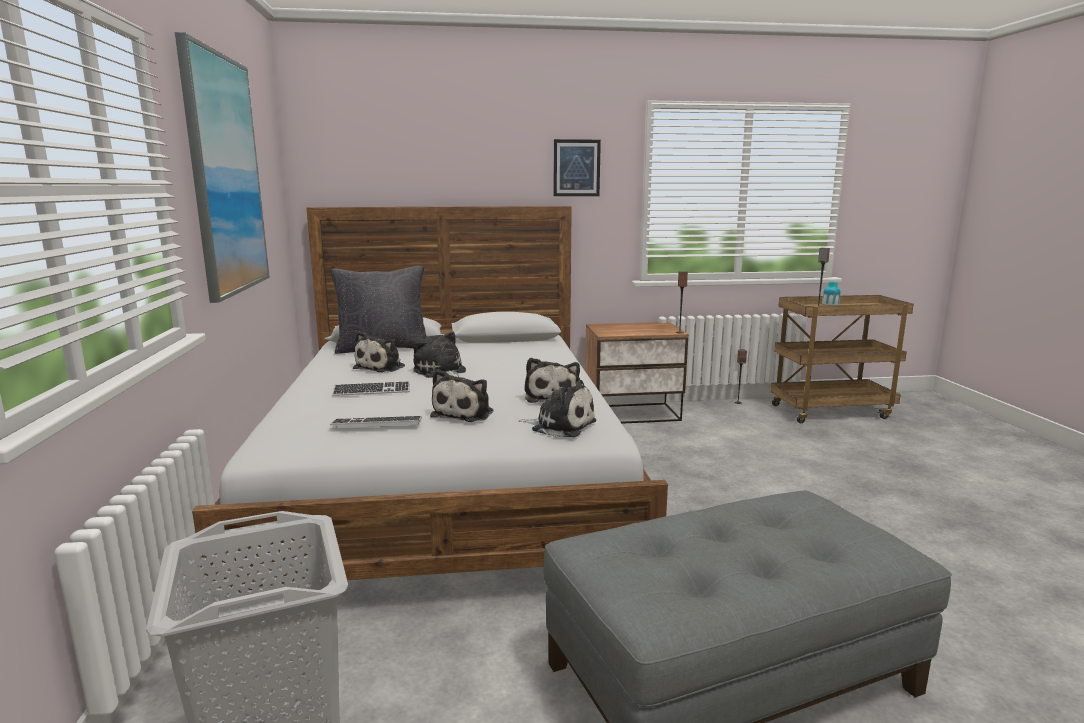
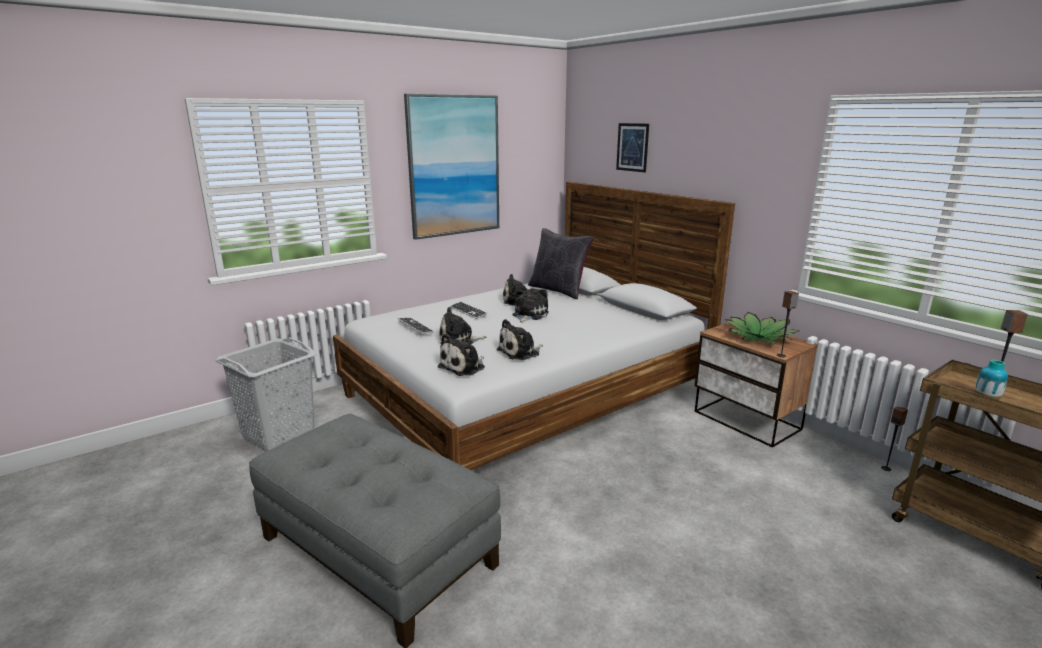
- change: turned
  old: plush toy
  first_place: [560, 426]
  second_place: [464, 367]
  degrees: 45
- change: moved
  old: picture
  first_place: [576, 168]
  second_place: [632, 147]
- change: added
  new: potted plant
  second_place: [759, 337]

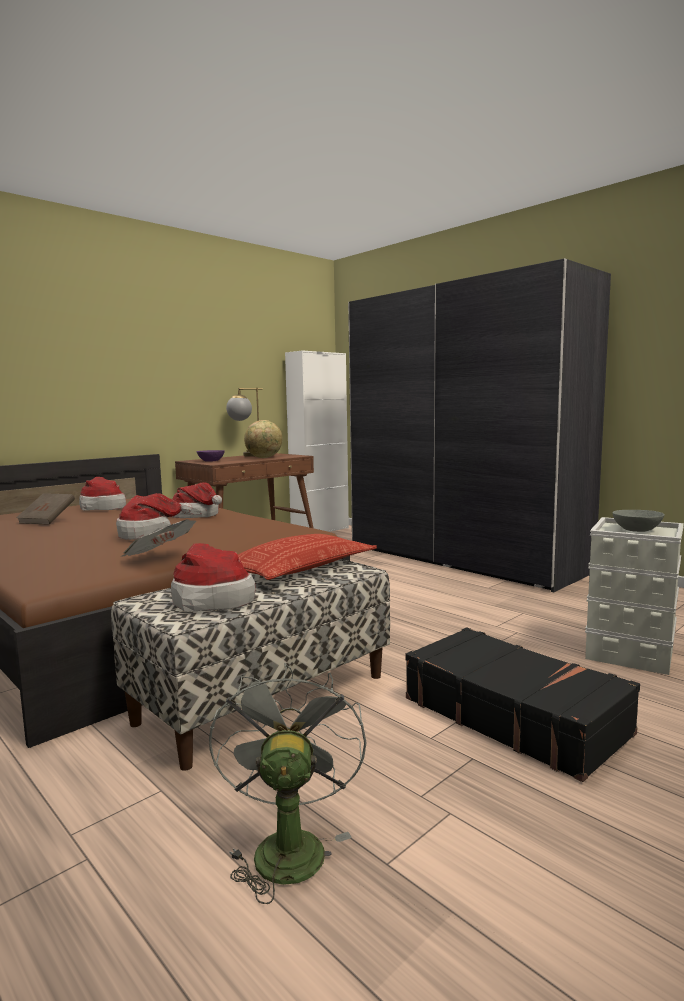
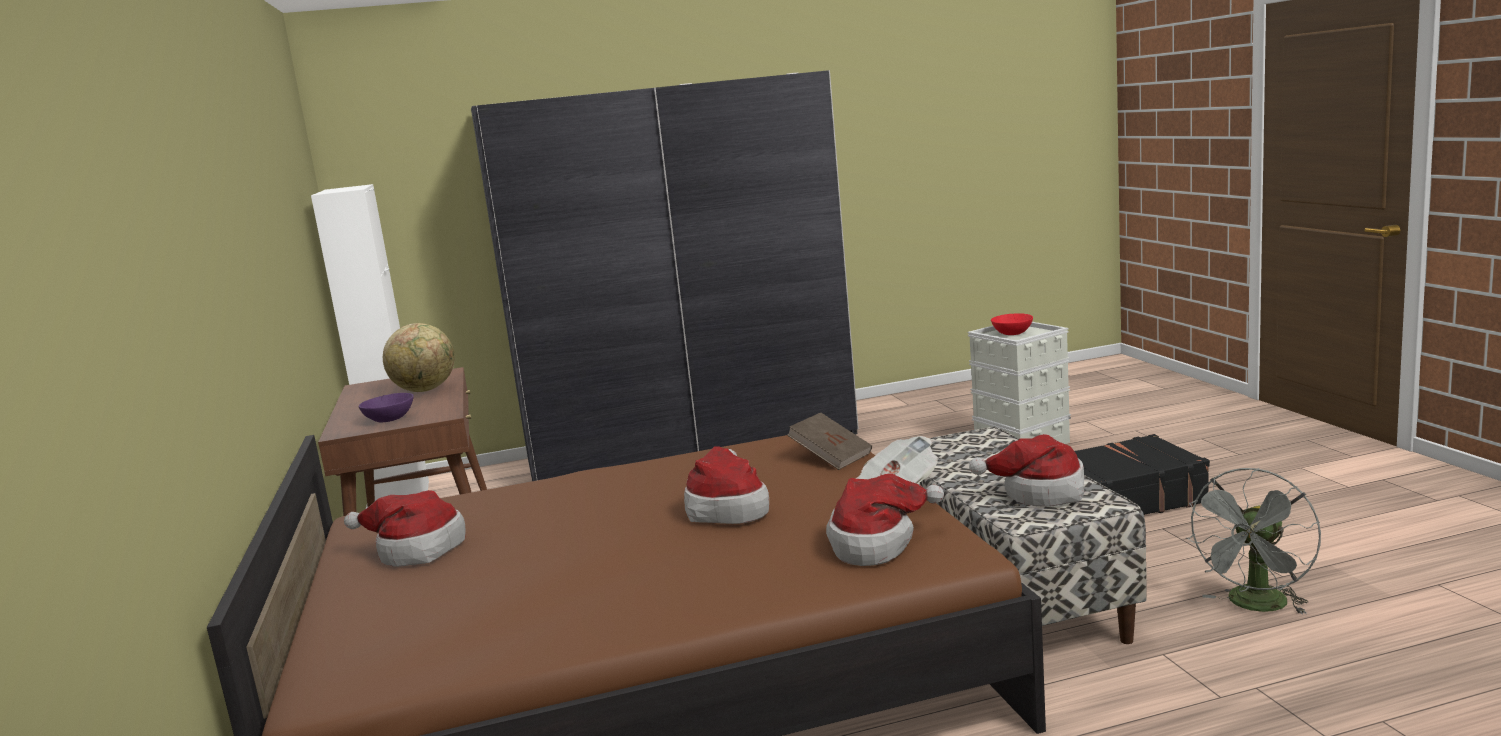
- change: moved
  old: brown book
  first_place: [47, 520]
  second_place: [831, 457]
- change: moved
  old: hat
  first_place: [197, 515]
  second_place: [877, 544]
- change: turned
  old: grey fan
  first_place: [287, 845]
  second_place: [1255, 606]
  degrees: -75
- change: removed
  old: table lamp
  first_place: [246, 456]
- change: removed
  old: pillow
  first_place: [299, 567]
- change: recoloured
  old: grey bowl
  new: red bowl
  first_place: [637, 530]
  second_place: [1013, 333]

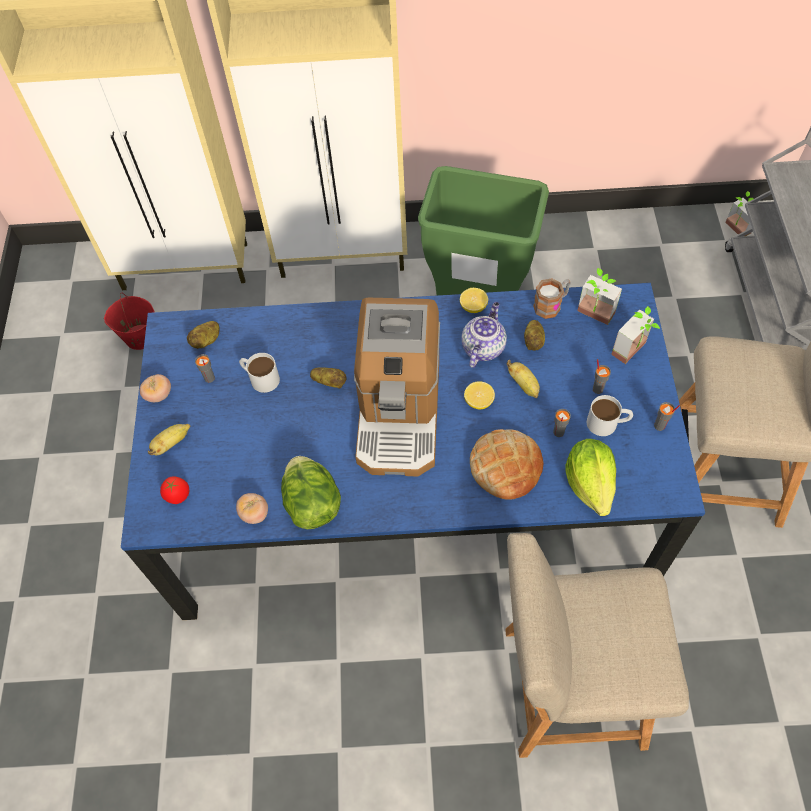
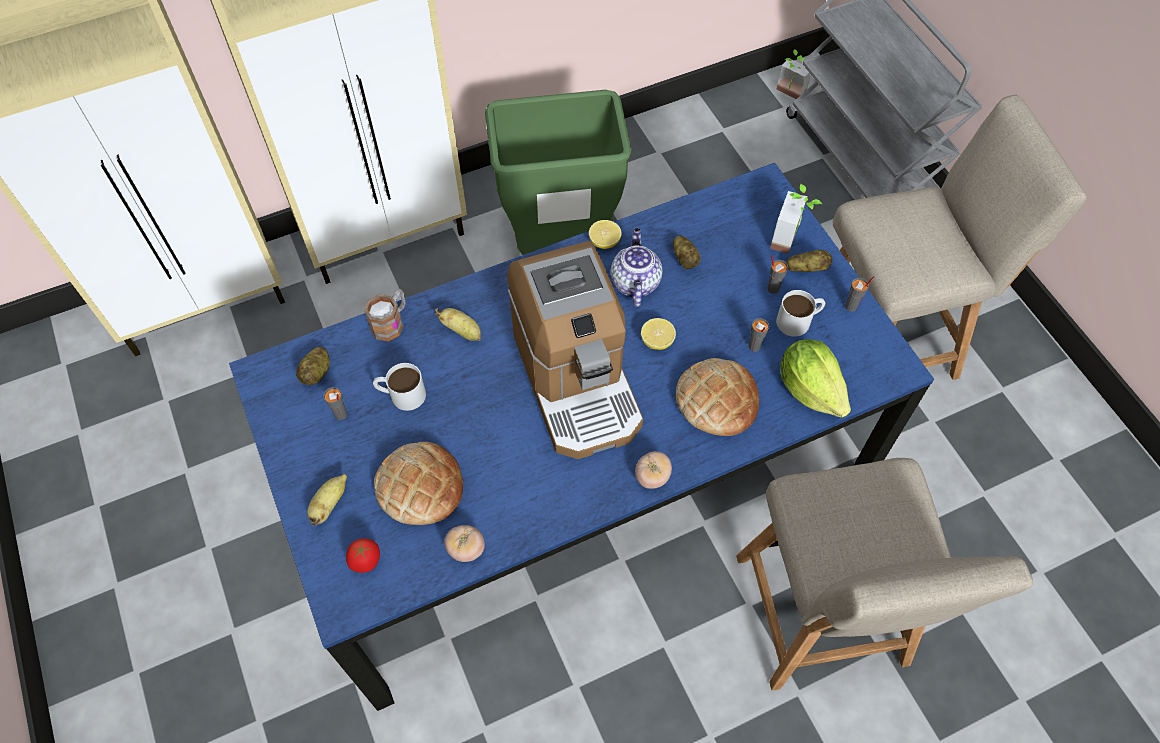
- change: removed
  old: red bucket
  first_place: [140, 337]
- change: moved
  old: tomato
  first_place: [158, 395]
  second_place: [652, 477]
- change: removed
  old: lettuce
  first_place: [312, 504]
- change: moved
  old: potato
  first_place: [329, 382]
  second_place: [806, 268]
- change: turned
  old: beige chair
  first_place: [565, 687]
  second_place: [823, 619]
  degrees: -75
- change: moved
  old: banana
  first_place: [524, 385]
  second_place: [462, 331]
- change: moved
  old: mug
  first_place: [551, 305]
  second_place: [391, 322]
- change: removed
  old: potted plant
  first_place: [592, 317]
- change: added
  new: bread
  second_place: [420, 487]

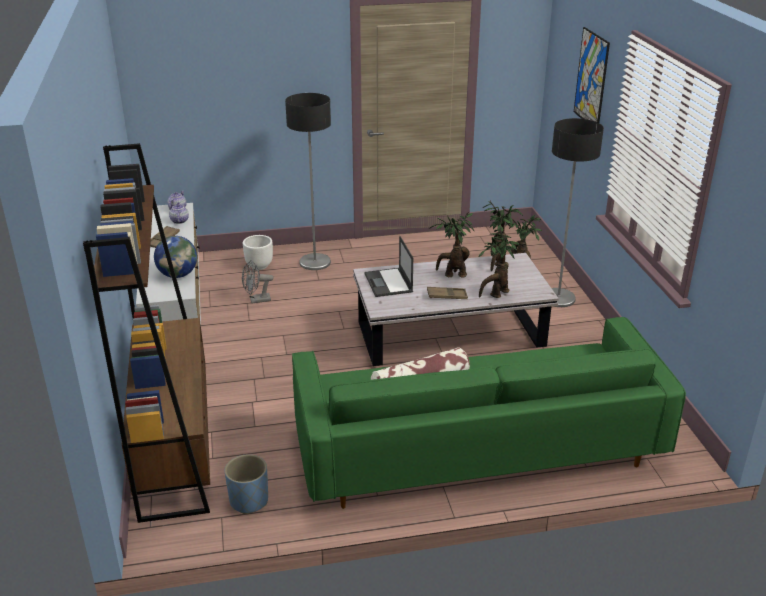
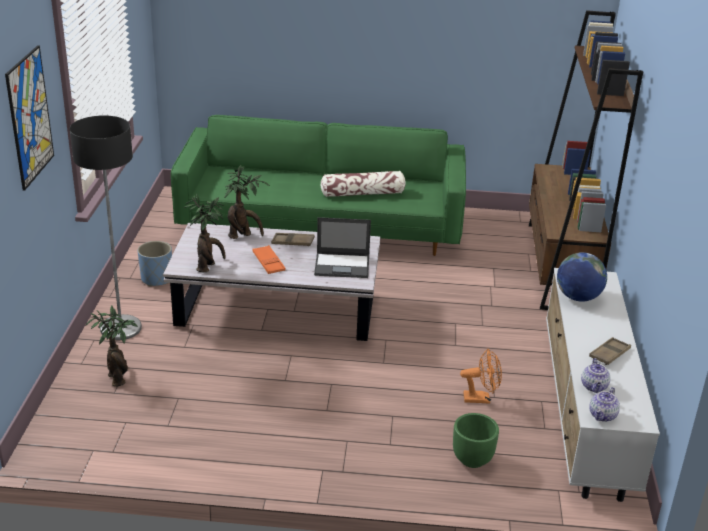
- change: moved
  old: blue planter
  first_place: [249, 500]
  second_place: [156, 279]
- change: recoloured
  old: grey fan
  new: orange fan
  first_place: [256, 300]
  second_place: [481, 398]
- change: recoloured
  old: white planter
  new: green planter
  first_place: [259, 266]
  second_place: [472, 460]
- change: removed
  old: floor lamp
  first_place: [315, 262]
- change: turned
  old: laptop
  first_place: [388, 283]
  second_place: [343, 265]
  degrees: 90
- change: replaced
  old: potted plant
  new: orange tray
  first_place: [452, 274]
  second_place: [268, 262]

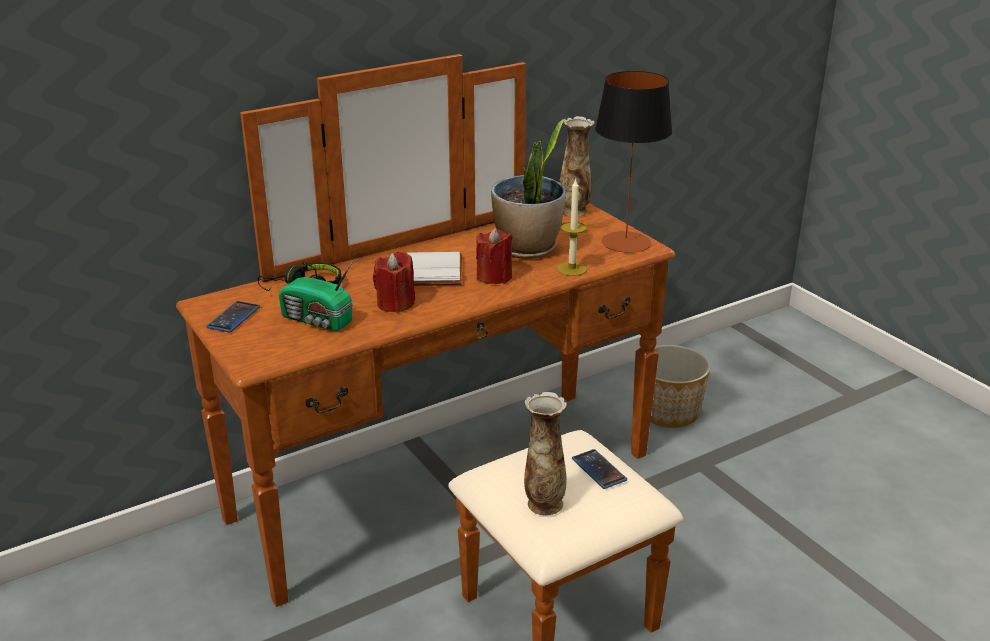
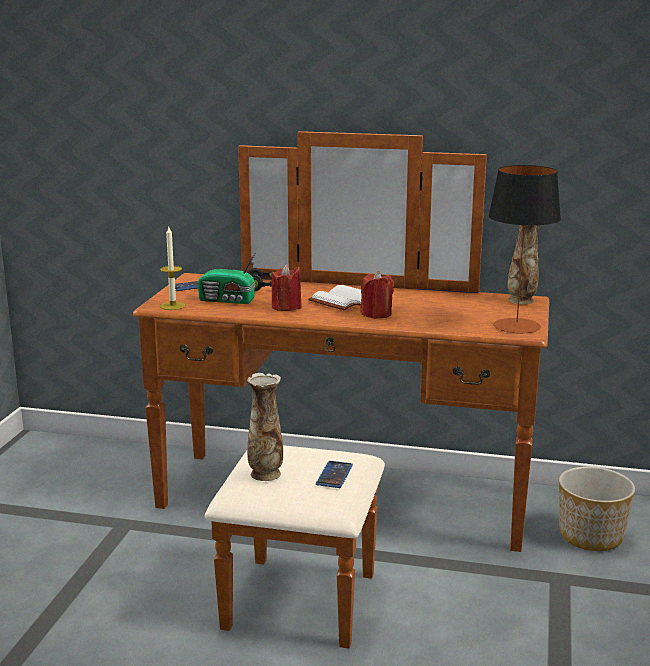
- change: turned
  old: radio
  first_place: [318, 320]
  second_place: [228, 300]
  degrees: -60
- change: removed
  old: potted plant
  first_place: [528, 248]
- change: moved
  old: candle
  first_place: [572, 269]
  second_place: [173, 306]

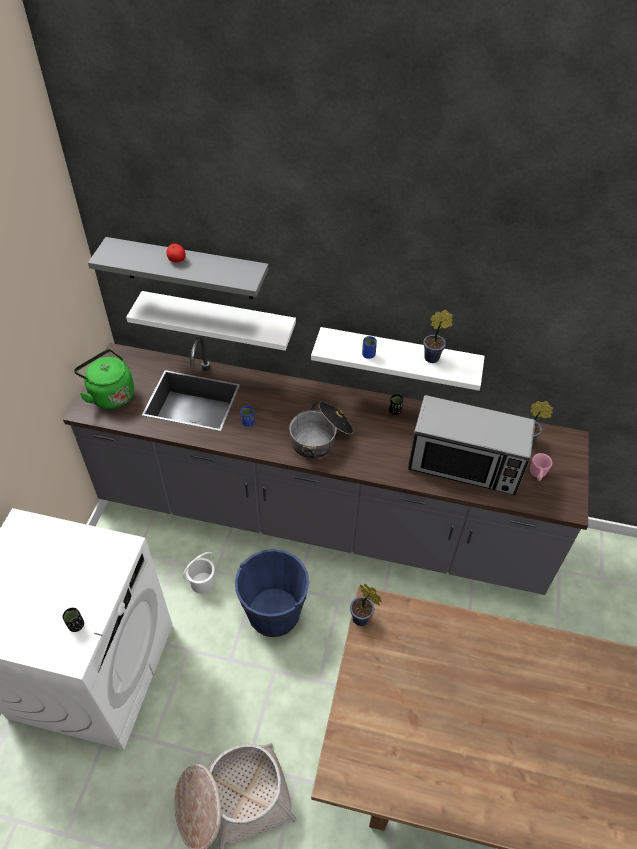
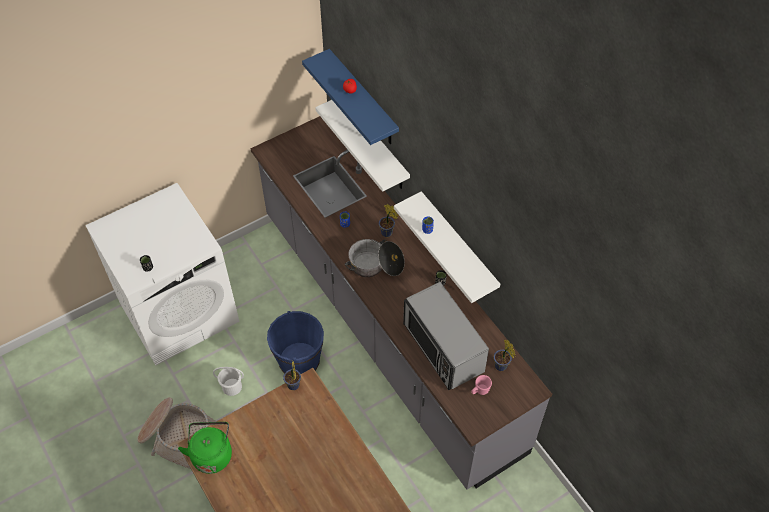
- change: moved
  old: green kettle
  first_place: [110, 394]
  second_place: [212, 454]
- change: recoloured
  old: grey shelf
  new: blue shelf
  first_place: [188, 269]
  second_place: [363, 99]
- change: moved
  old: white bucket
  first_place: [202, 582]
  second_place: [232, 386]
- change: moved
  old: potted plant
  first_place: [433, 358]
  second_place: [388, 233]

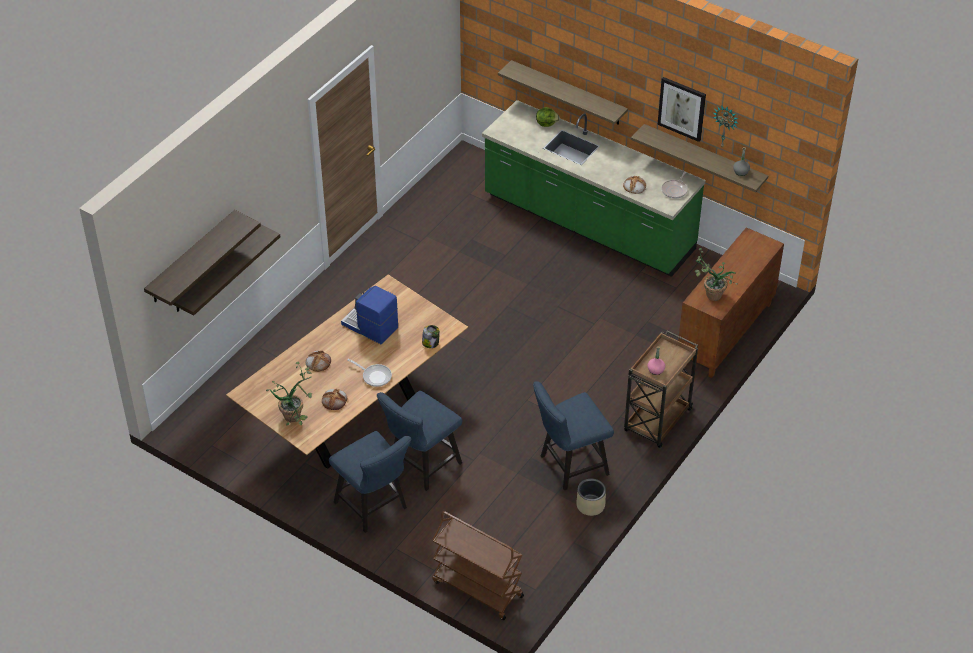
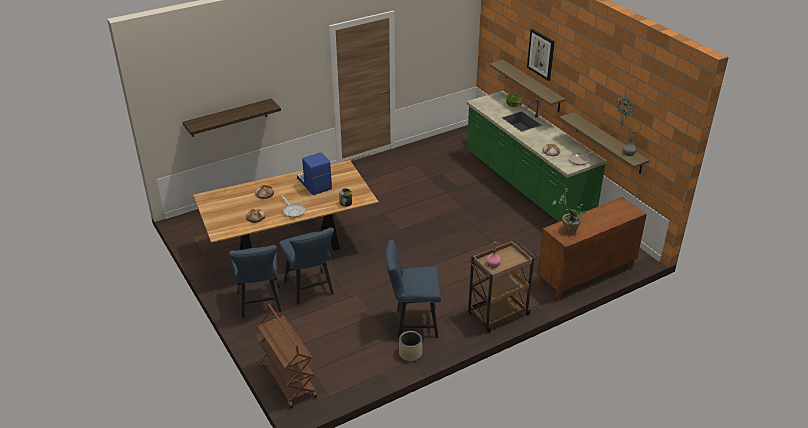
- change: removed
  old: shelf
  first_place: [191, 258]
- change: removed
  old: potted plant
  first_place: [296, 417]
- change: turned
  old: blue chair
  first_place: [421, 466]
  second_place: [310, 290]
  degrees: -90
- change: moved
  old: picture
  first_place: [682, 108]
  second_place: [541, 54]

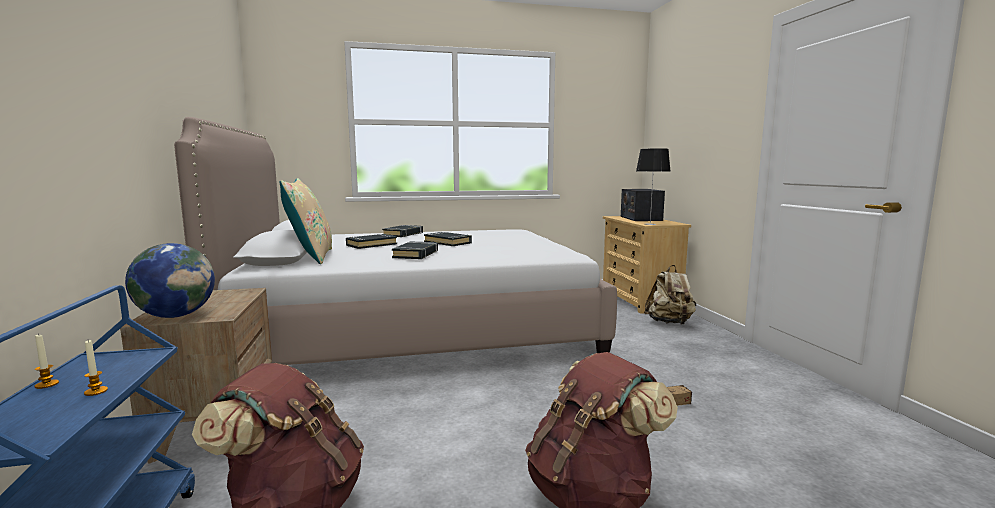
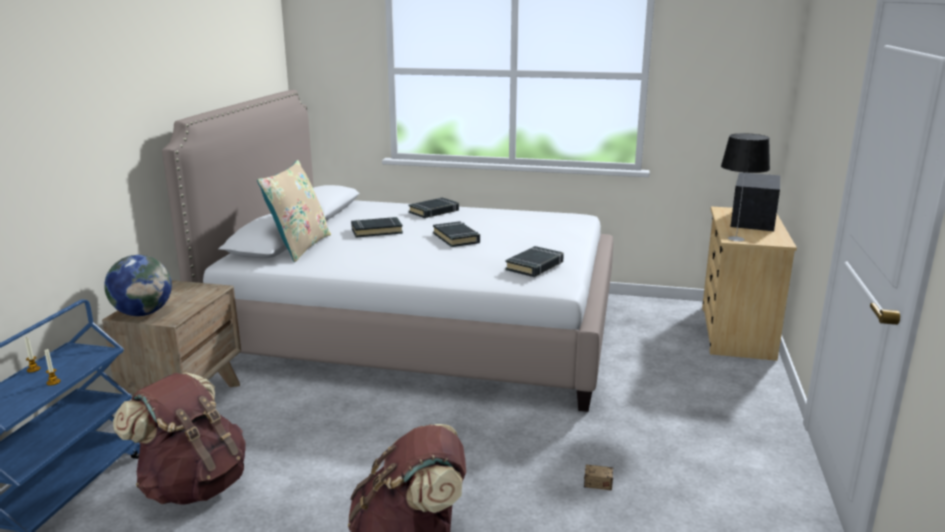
- change: moved
  old: black book
  first_place: [416, 254]
  second_place: [535, 266]
- change: removed
  old: beige backpack
  first_place: [669, 323]

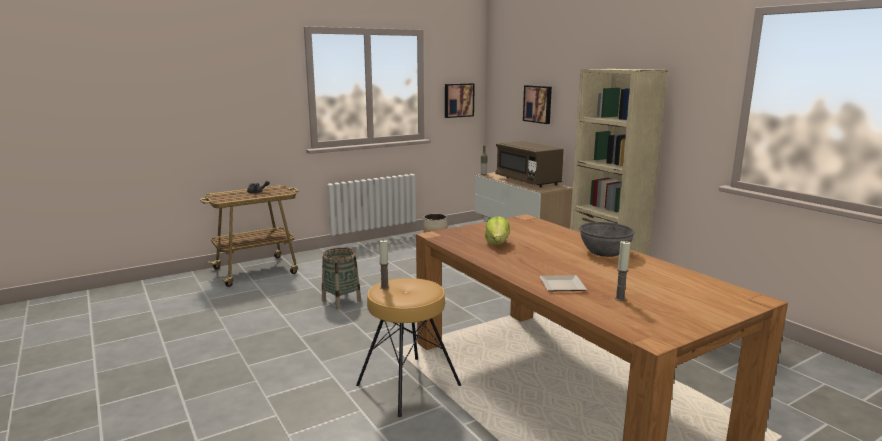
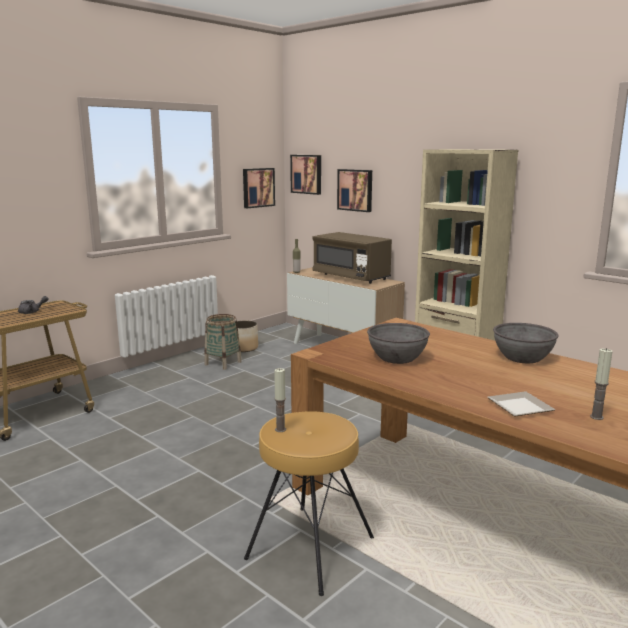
- change: moved
  old: basket
  first_place: [341, 301]
  second_place: [223, 363]
- change: replaced
  old: lettuce
  new: grey bowl
  first_place: [497, 243]
  second_place: [397, 358]
- change: added
  new: picture
  second_place: [307, 174]

